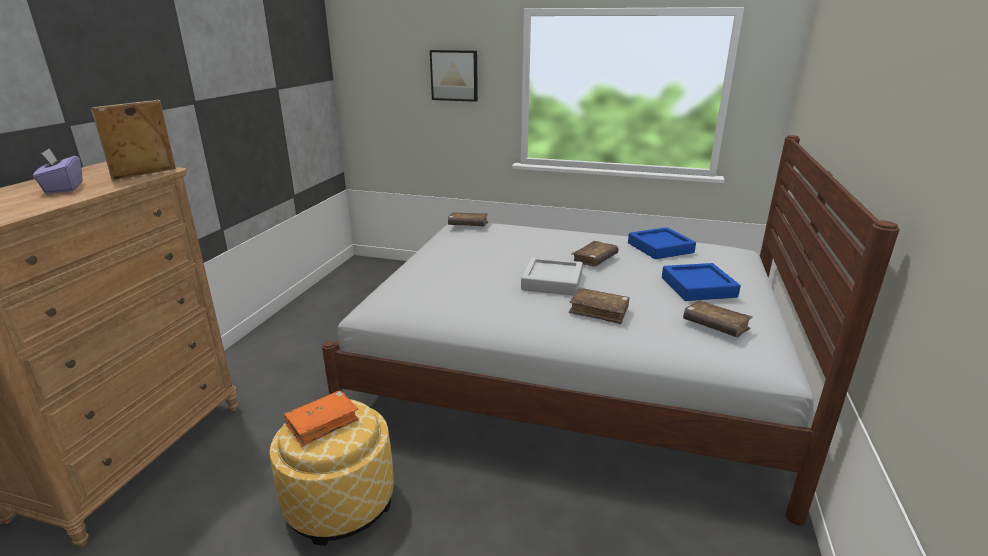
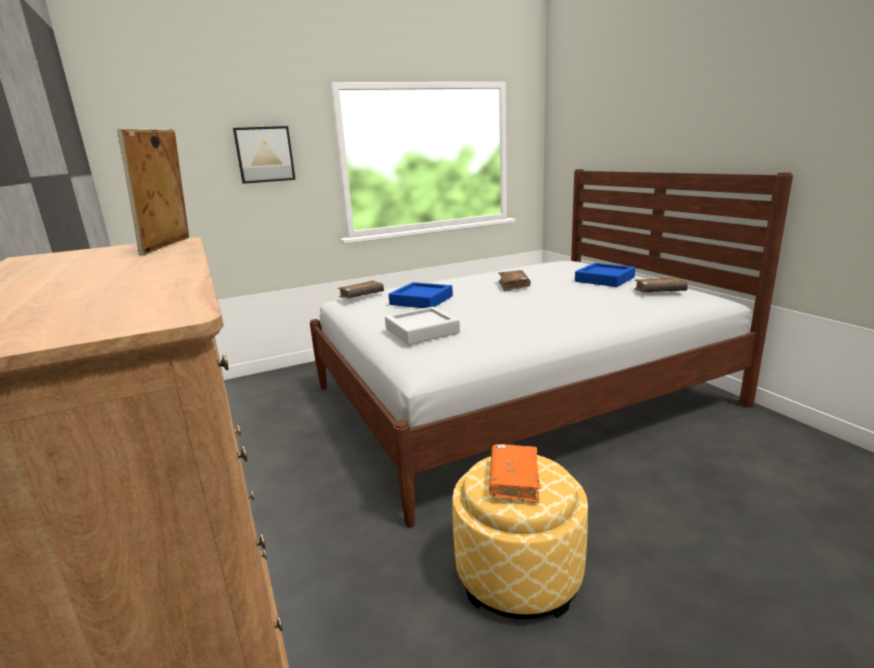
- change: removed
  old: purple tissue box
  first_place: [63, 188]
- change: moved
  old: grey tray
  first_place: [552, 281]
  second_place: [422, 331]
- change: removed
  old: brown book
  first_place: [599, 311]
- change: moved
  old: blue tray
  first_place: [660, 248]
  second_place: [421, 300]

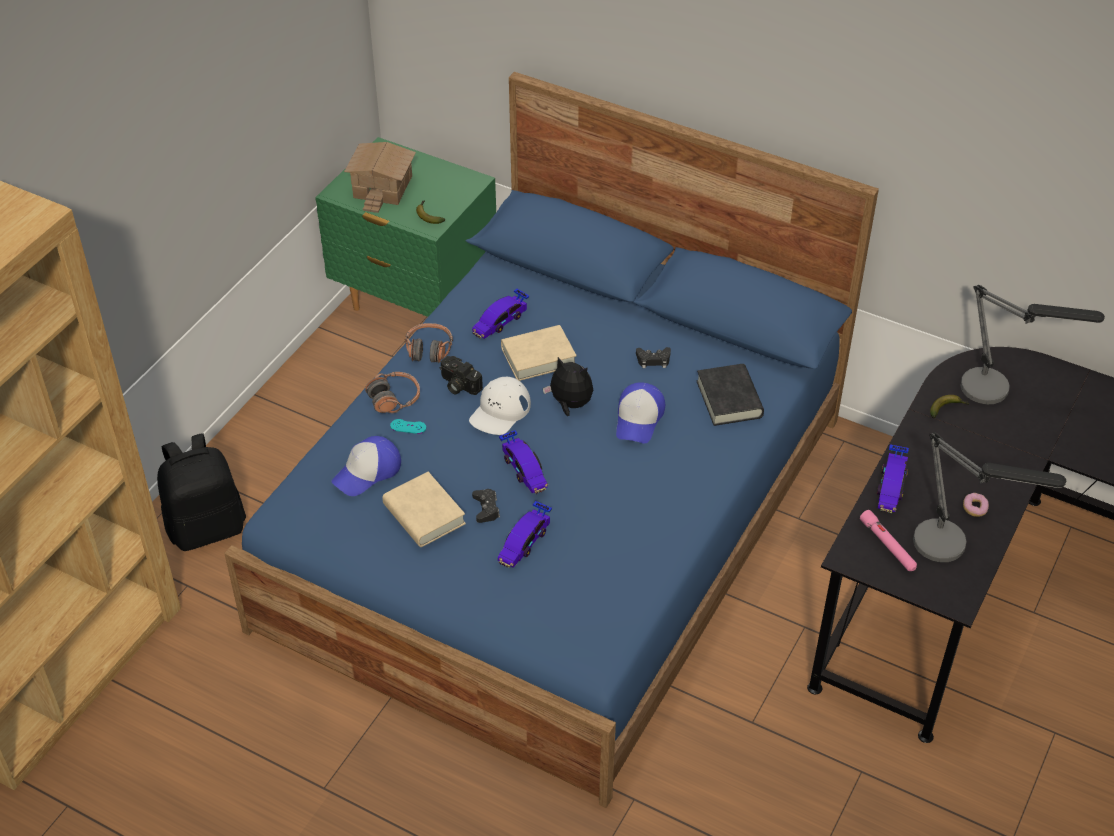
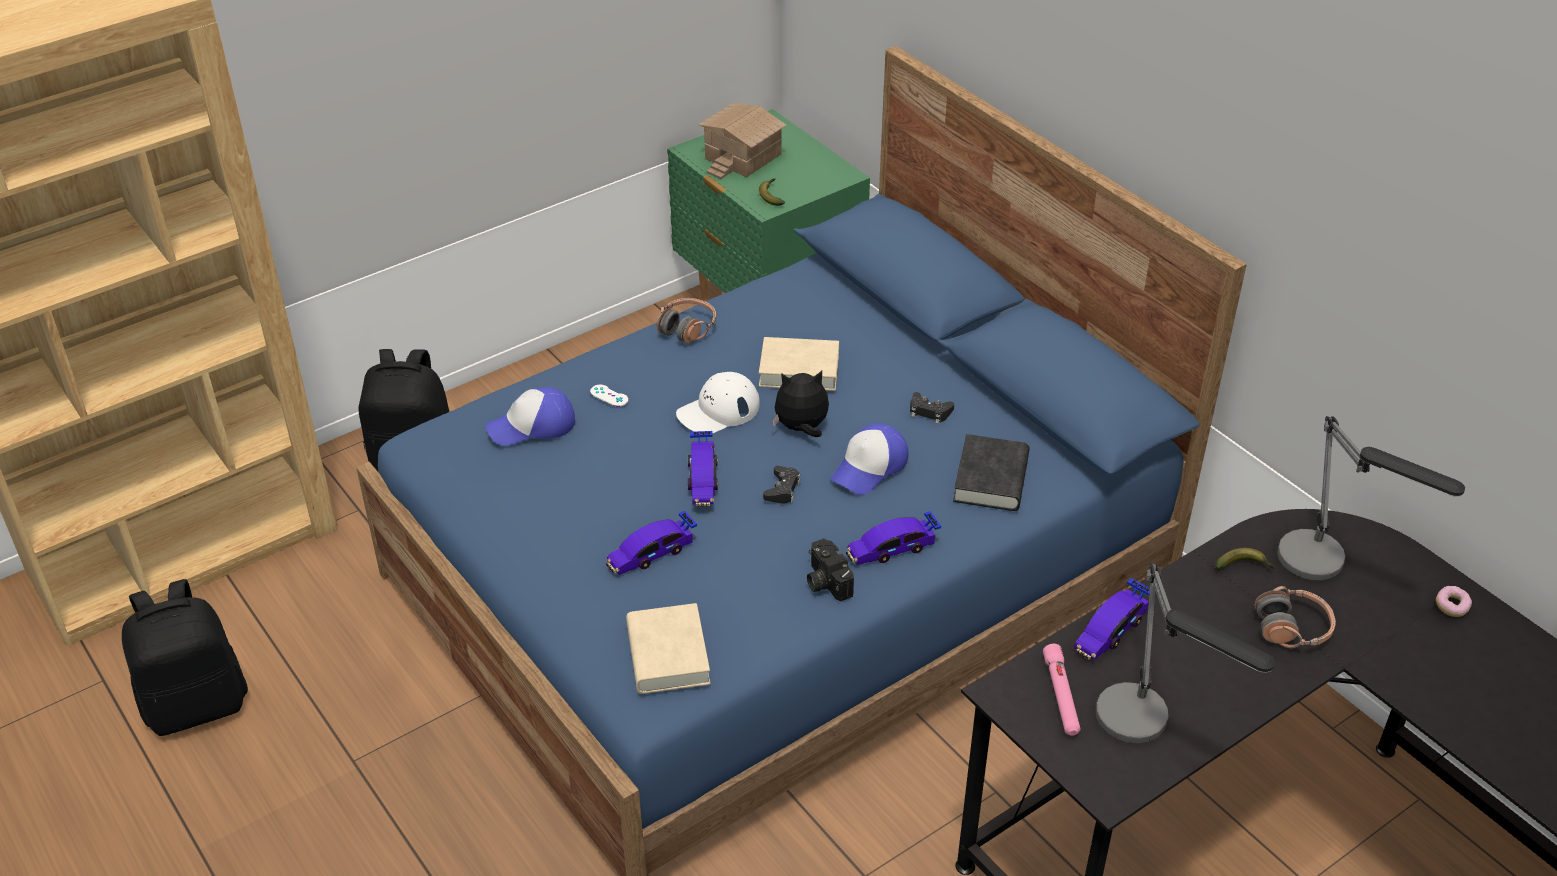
- change: moved
  old: headphones
  first_place: [394, 399]
  second_place: [1292, 628]
- change: moved
  old: beige book
  first_place: [424, 514]
  second_place: [668, 655]
- change: recoloured
  old: turquoise game controller
  new: white game controller
  first_place: [408, 426]
  second_place: [609, 396]
- change: moved
  old: photo camera
  first_place: [458, 385]
  second_place: [825, 581]
- change: moved
  old: toy car
  first_place: [500, 321]
  second_place: [892, 548]
- change: moved
  old: black game controller
  first_place: [486, 508]
  second_place: [782, 489]
- change: turned
  old: plush toy
  first_place: [570, 404]
  second_place: [801, 428]
  degrees: -60
- change: moved
  old: donut
  first_place: [974, 508]
  second_place: [1451, 607]
- change: added
  new: black backpack
  second_place: [196, 704]

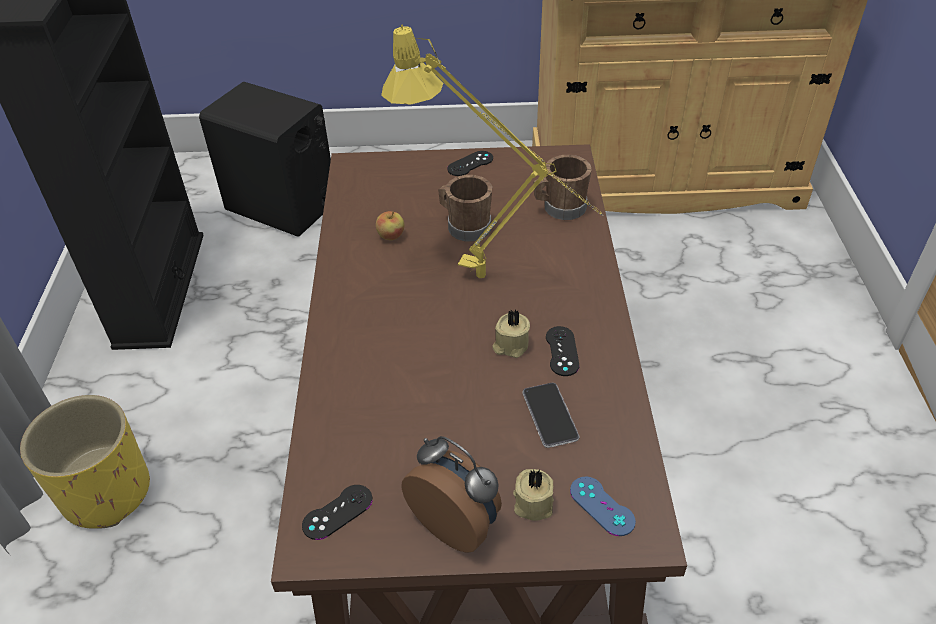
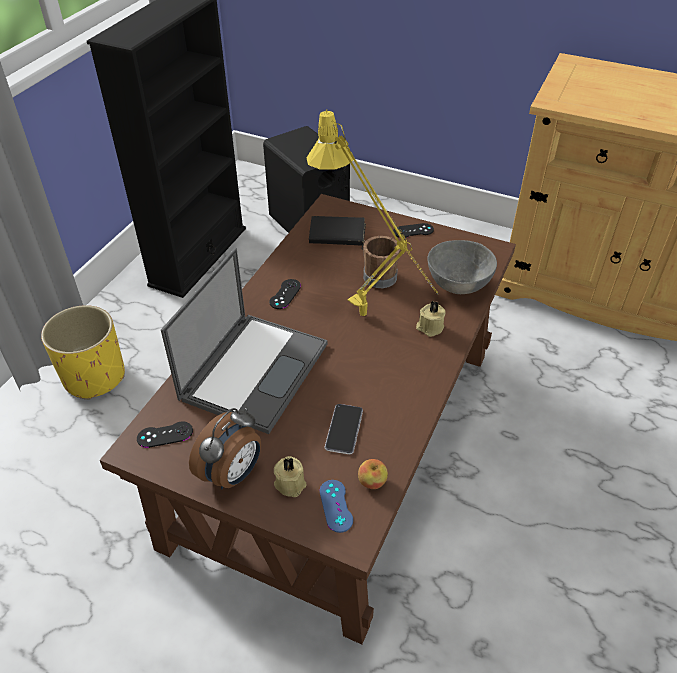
- change: moved
  old: apple
  first_place: [391, 236]
  second_place: [372, 482]
- change: turned
  old: alarm clock
  first_place: [457, 523]
  second_place: [232, 474]
  degrees: 60
- change: moved
  old: beige candle
  first_place: [510, 345]
  second_place: [429, 327]
- change: replaced
  old: brown mug
  new: grey bowl
  first_place: [560, 208]
  second_place: [457, 285]
- change: moved
  old: black game controller
  first_place: [562, 351]
  second_place: [285, 294]
- change: added
  new: laptop
  second_place: [255, 369]
- change: added
  new: black book
  second_place: [337, 235]

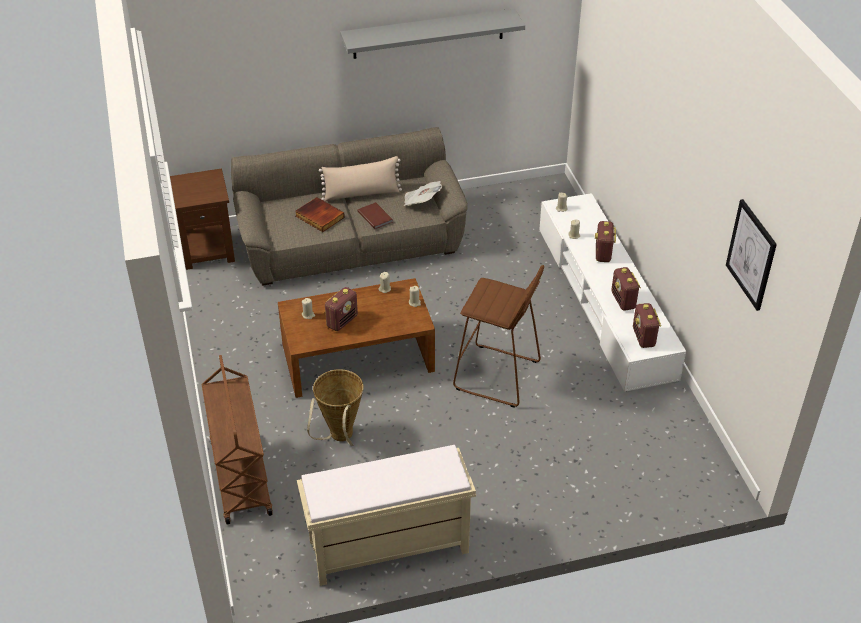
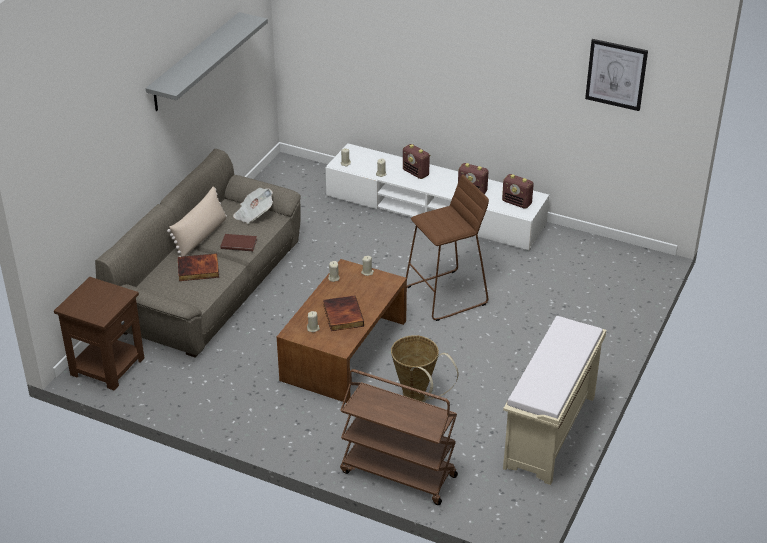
- change: replaced
  old: radio
  new: book
  first_place: [342, 321]
  second_place: [342, 315]

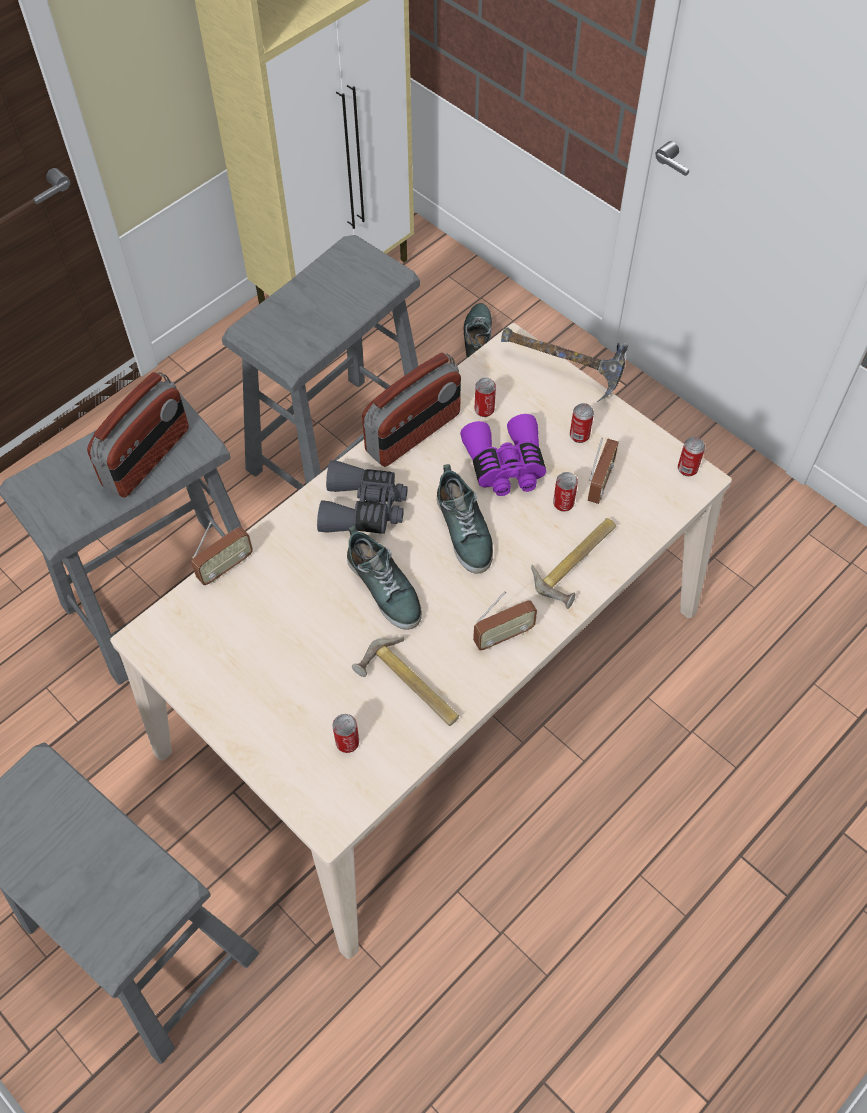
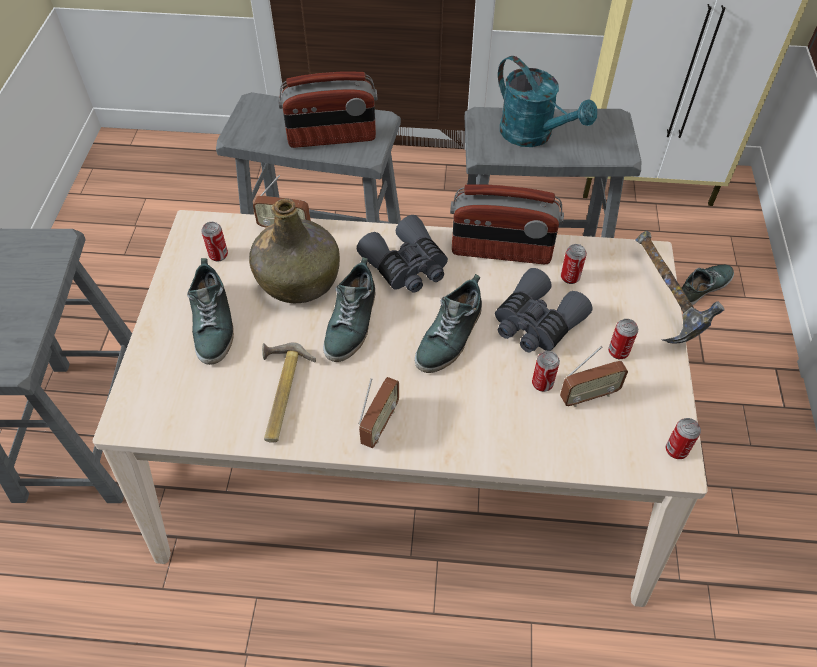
- change: moved
  old: can
  first_place: [347, 743]
  second_place: [218, 255]
- change: recoloured
  old: purple binoculars
  new: grey binoculars
  first_place: [505, 465]
  second_place: [535, 323]
- change: turned
  old: radio
  first_place: [503, 636]
  second_place: [379, 424]
  degrees: -90
- change: removed
  old: hammer
  first_place: [579, 563]
- change: added
  new: shoe
  second_place: [214, 323]
- change: added
  new: green bottle
  second_place: [299, 279]
- change: added
  new: turquoise watering can
  second_place: [534, 135]

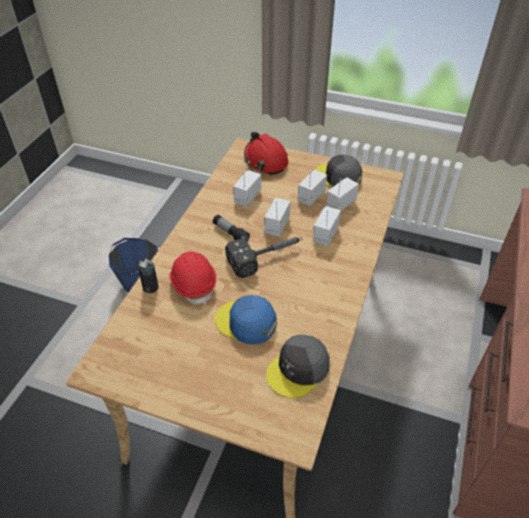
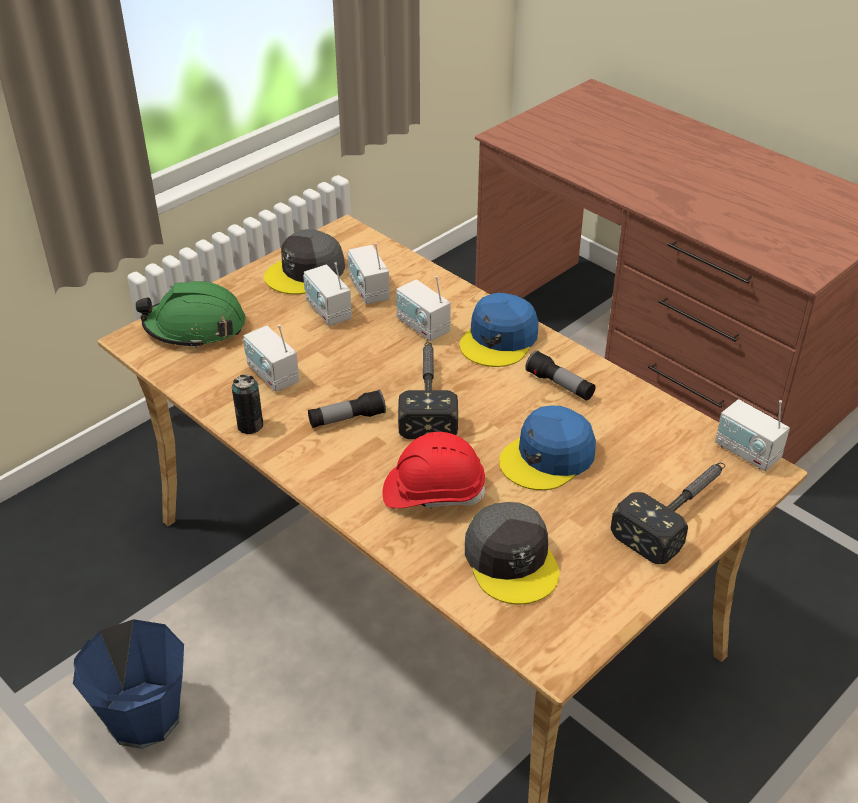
- change: moved
  old: can
  first_place: [150, 287]
  second_place: [250, 425]
- change: recoloured
  old: red hard hat
  new: green hard hat
  first_place: [265, 160]
  second_place: [195, 327]
- change: moved
  old: radio
  first_place: [276, 226]
  second_place: [747, 452]
- change: moved
  old: grey cap
  first_place: [298, 369]
  second_place: [511, 560]
- change: added
  new: blue cap
  second_place: [499, 339]
- change: added
  new: flashlight
  second_place: [560, 385]
- change: added
  new: hammer
  second_place: [678, 513]

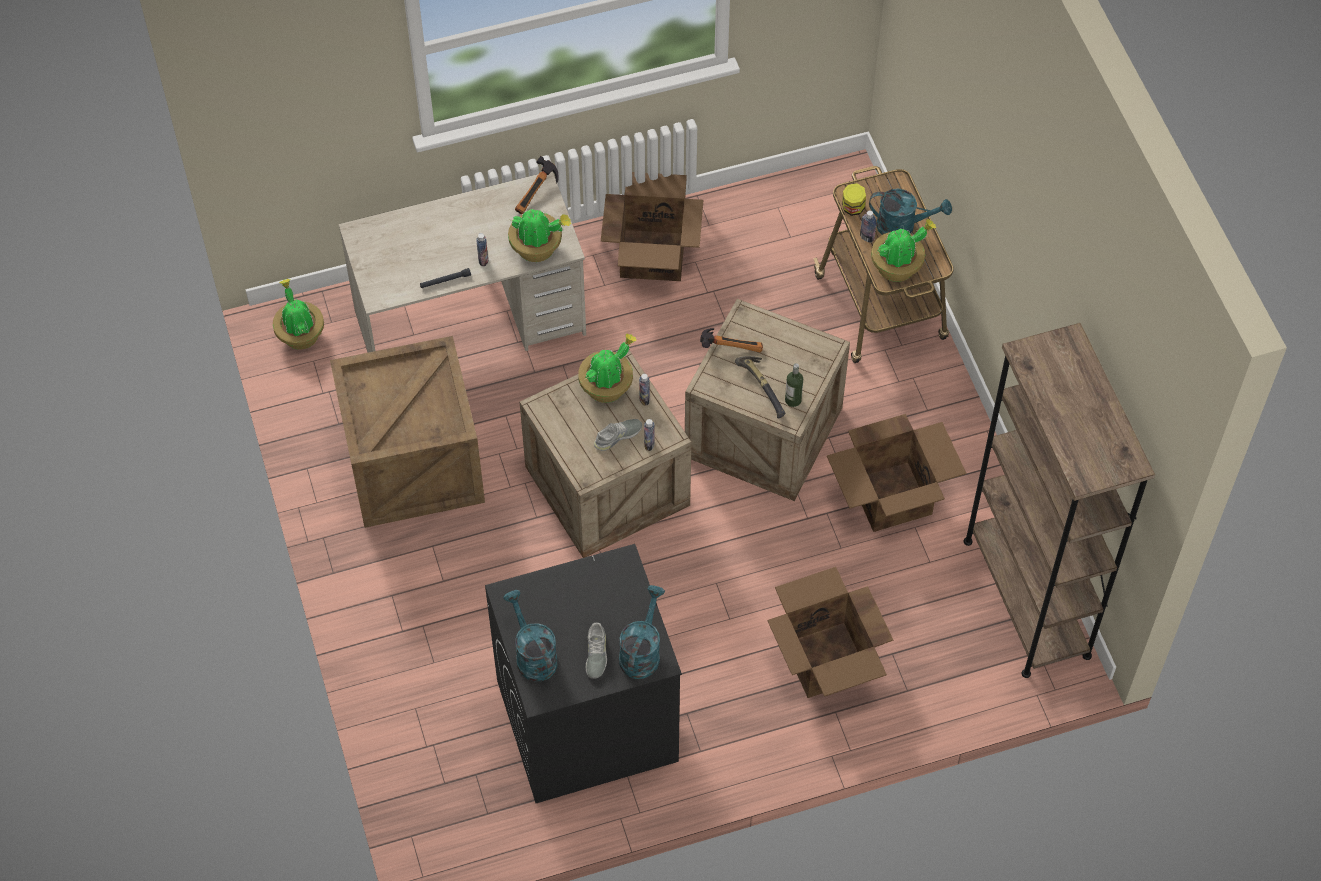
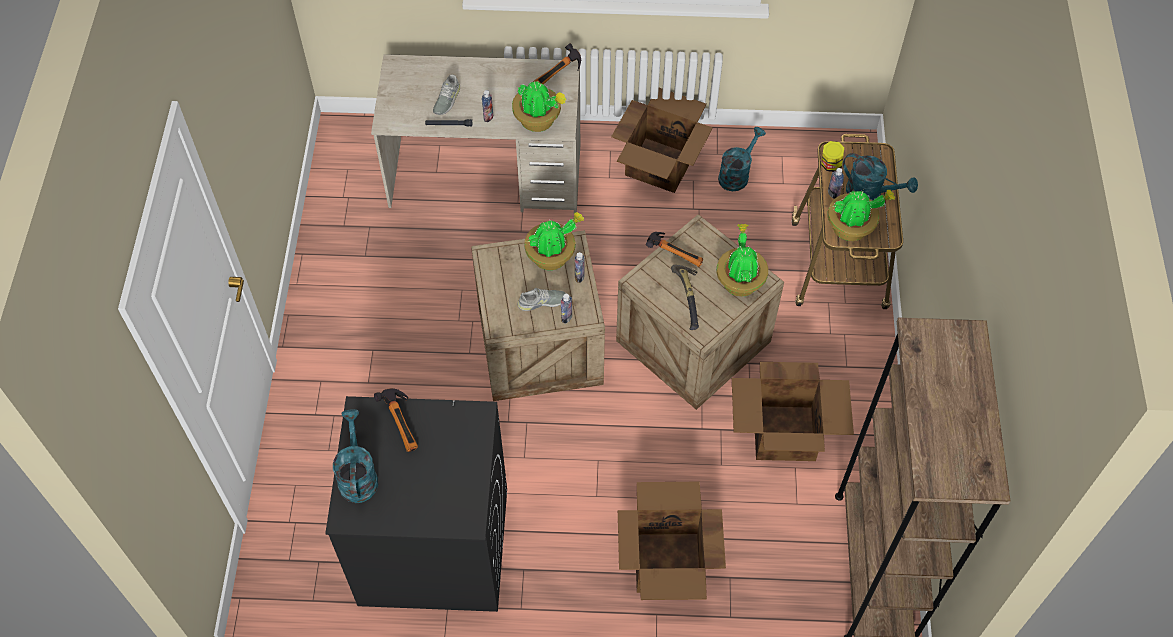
- change: moved
  old: potted plant
  first_place: [300, 334]
  second_place: [739, 280]
- change: removed
  old: crate
  first_place: [415, 462]
- change: moved
  old: grey shoe
  first_place: [595, 654]
  second_place: [446, 99]
- change: moved
  old: turquoise watering can
  first_place: [641, 651]
  second_place: [736, 174]
- change: removed
  old: bottle
  first_place: [793, 400]
- change: added
  new: hammer
  second_place: [404, 423]

